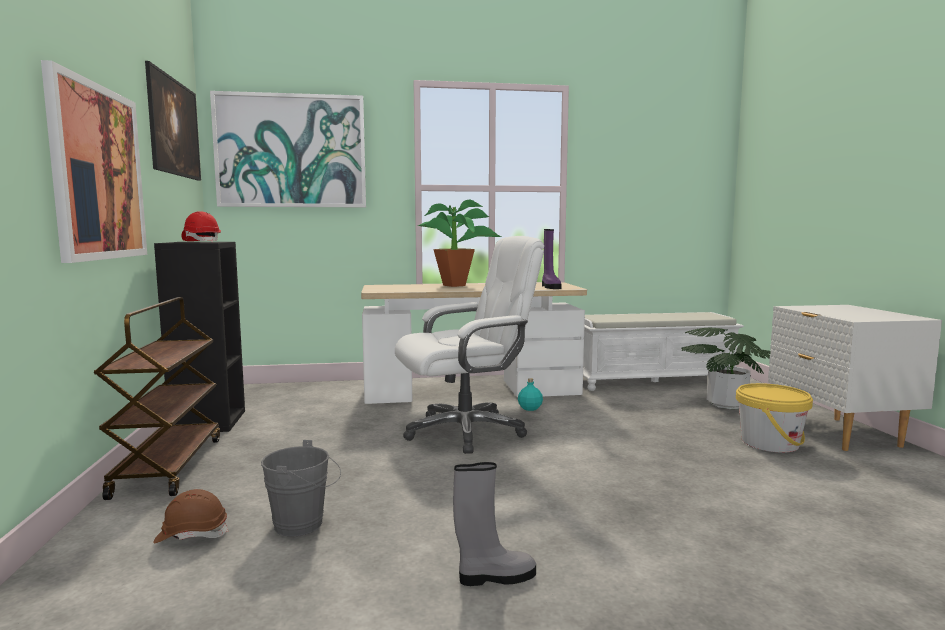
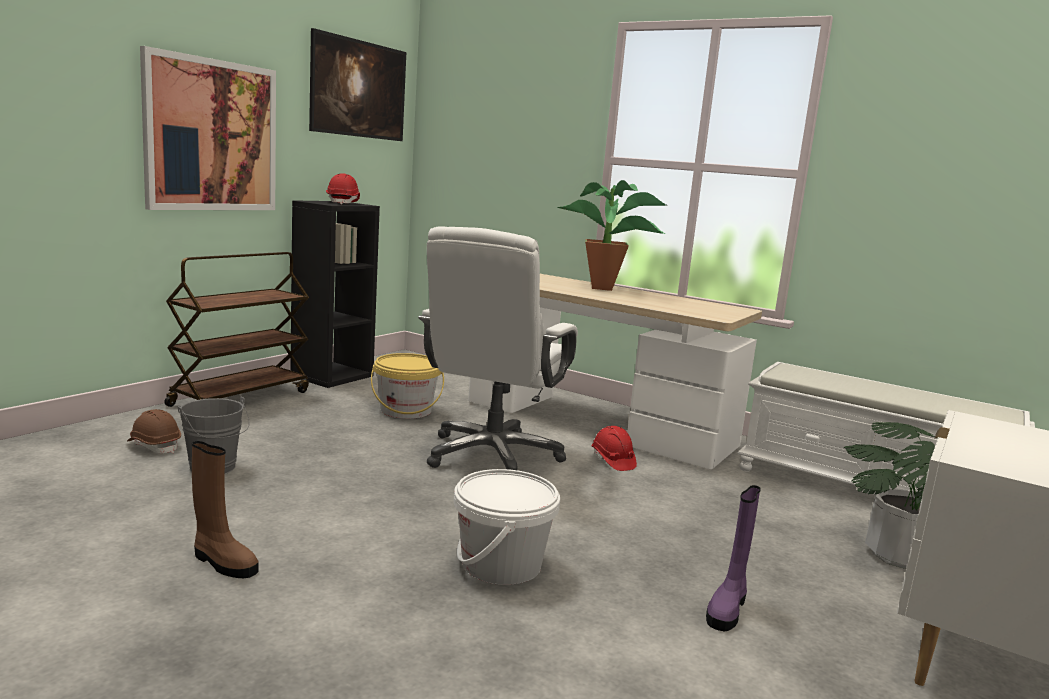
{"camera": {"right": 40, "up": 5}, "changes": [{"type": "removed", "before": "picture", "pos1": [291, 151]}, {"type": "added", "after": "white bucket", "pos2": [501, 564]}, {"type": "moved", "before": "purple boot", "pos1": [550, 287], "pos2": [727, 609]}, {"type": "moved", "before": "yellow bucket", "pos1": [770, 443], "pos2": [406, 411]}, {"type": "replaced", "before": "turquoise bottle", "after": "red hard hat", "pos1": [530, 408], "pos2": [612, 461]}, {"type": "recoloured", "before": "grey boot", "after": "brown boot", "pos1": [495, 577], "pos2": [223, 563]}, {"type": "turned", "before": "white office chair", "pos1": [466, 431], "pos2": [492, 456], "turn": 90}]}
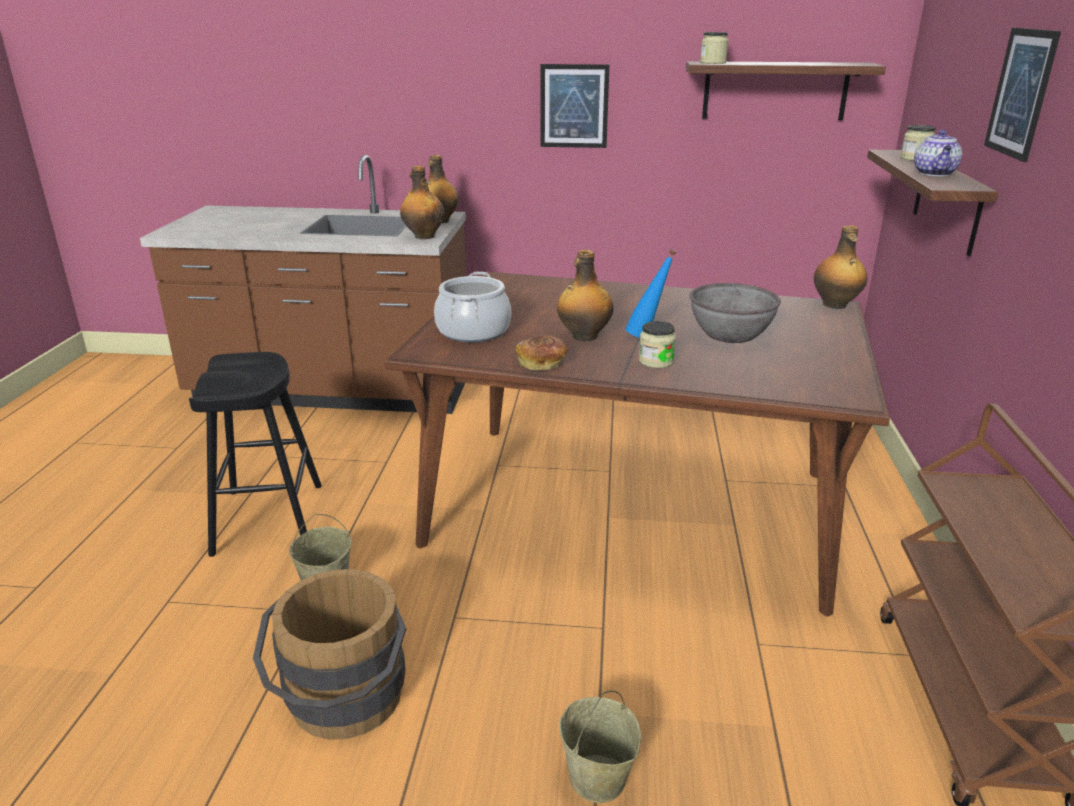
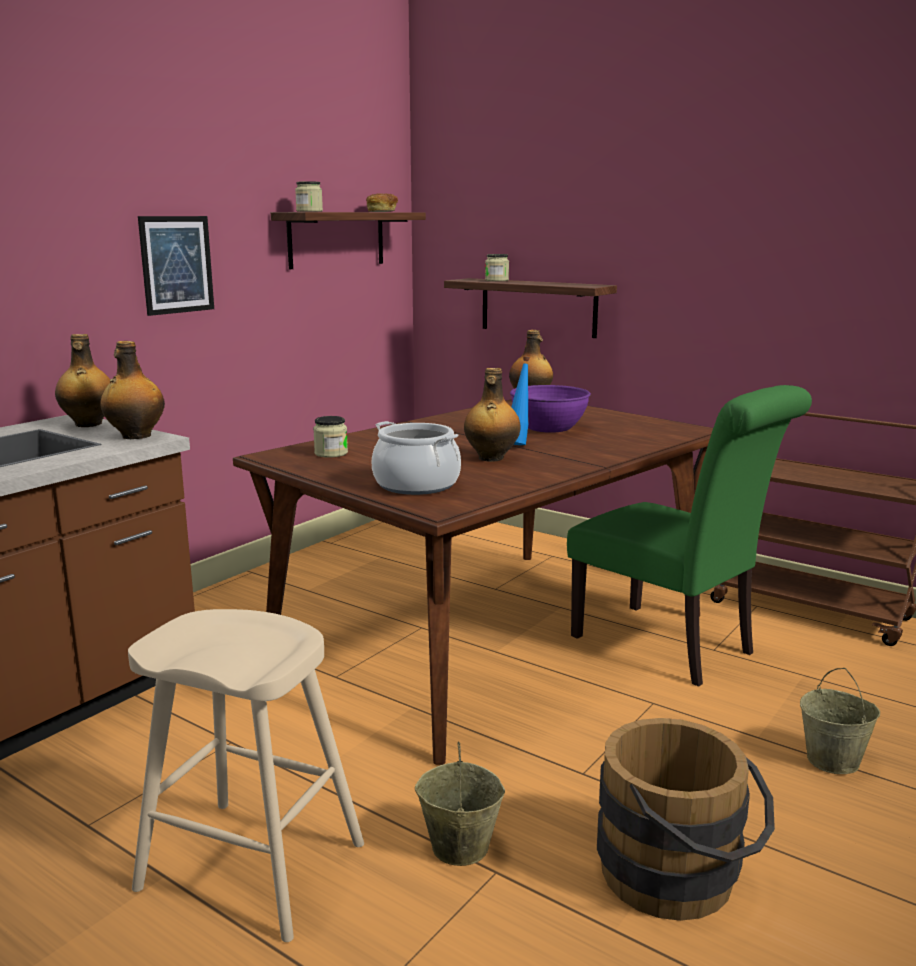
{"camera": {"right": -60, "up": -10}, "changes": [{"type": "removed", "before": "teapot", "pos1": [935, 174]}, {"type": "removed", "before": "picture", "pos1": [1020, 93]}, {"type": "added", "after": "green chair", "pos2": [671, 647]}, {"type": "moved", "before": "bread", "pos1": [542, 364], "pos2": [382, 212]}, {"type": "moved", "before": "jar", "pos1": [656, 361], "pos2": [331, 453]}, {"type": "recoloured", "before": "black stool", "after": "beige stool", "pos1": [268, 518], "pos2": [251, 866]}, {"type": "recoloured", "before": "grey bowl", "after": "purple bowl", "pos1": [730, 334], "pos2": [548, 427]}]}
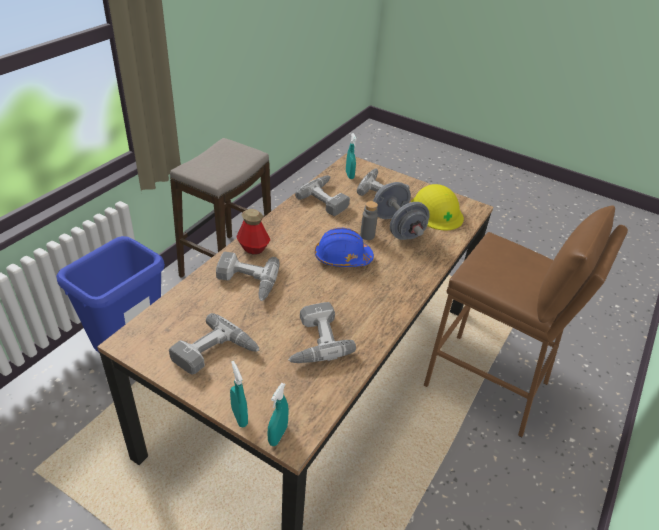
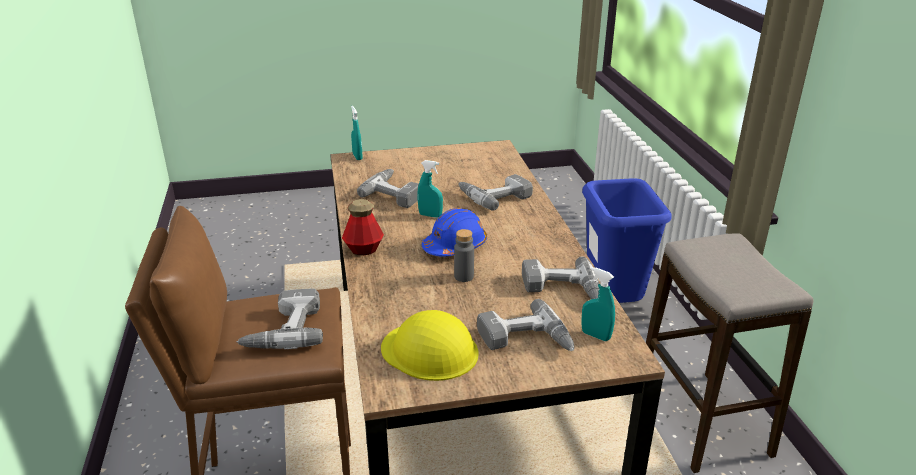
{"camera": {"right": 140, "up": -10}, "changes": [{"type": "removed", "before": "grey dumbbell", "pos1": [397, 227]}, {"type": "moved", "before": "power drill", "pos1": [215, 354], "pos2": [284, 329]}, {"type": "moved", "before": "turquoise spray bottle", "pos1": [239, 417], "pos2": [430, 215]}, {"type": "moved", "before": "bottle", "pos1": [253, 248], "pos2": [363, 249]}]}
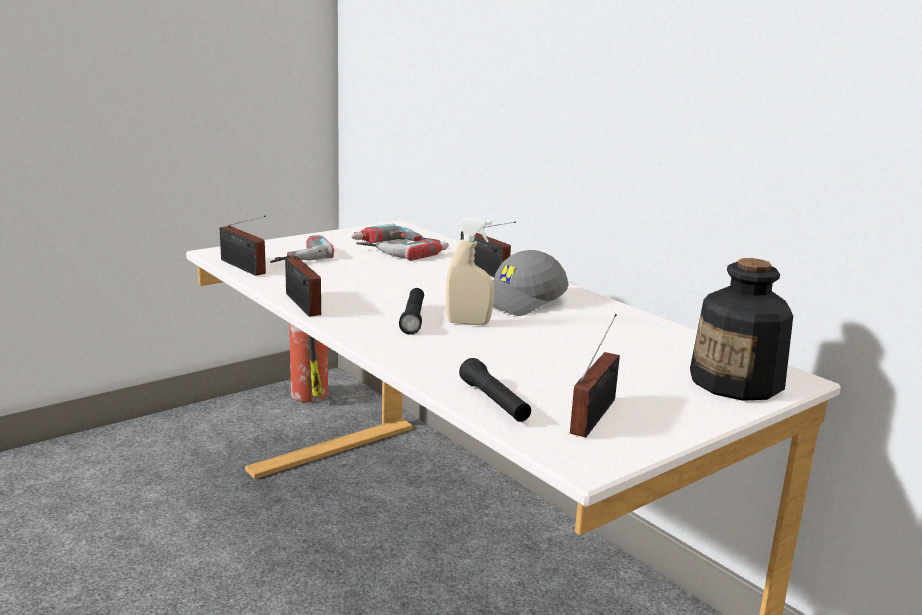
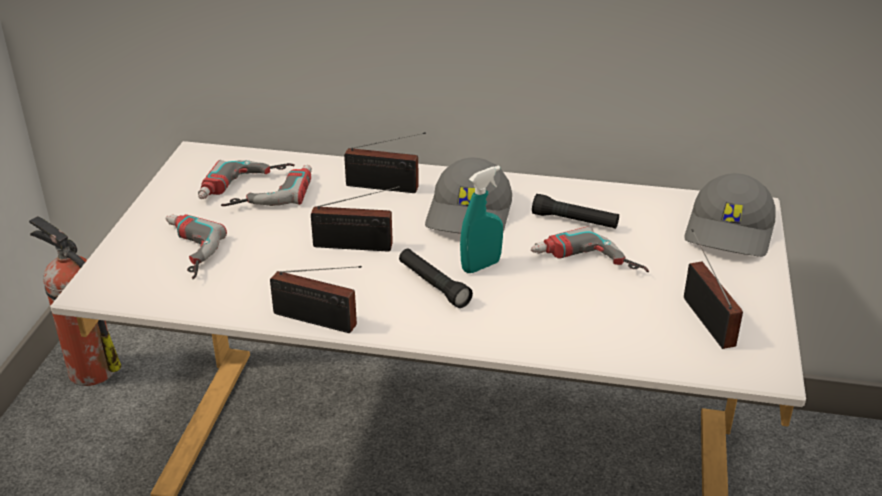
{"camera": {"right": -40, "up": 15}, "changes": [{"type": "added", "after": "power drill", "pos2": [586, 265]}, {"type": "moved", "before": "radio", "pos1": [244, 268], "pos2": [357, 246]}, {"type": "moved", "before": "black flashlight", "pos1": [494, 402], "pos2": [574, 221]}, {"type": "replaced", "before": "bottle", "after": "grey cap", "pos1": [737, 382], "pos2": [731, 232]}, {"type": "recoloured", "before": "beige spray bottle", "after": "turquoise spray bottle", "pos1": [468, 323], "pos2": [481, 266]}]}
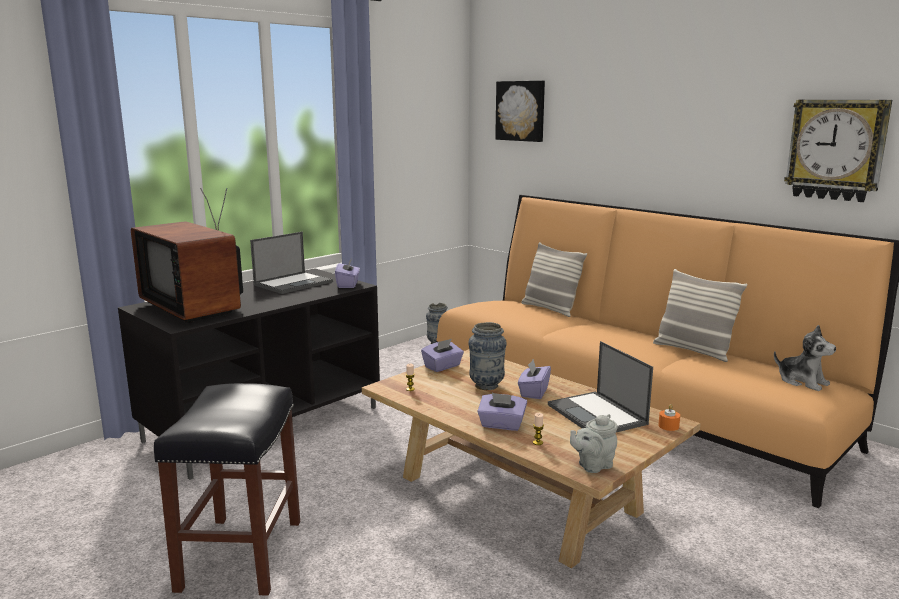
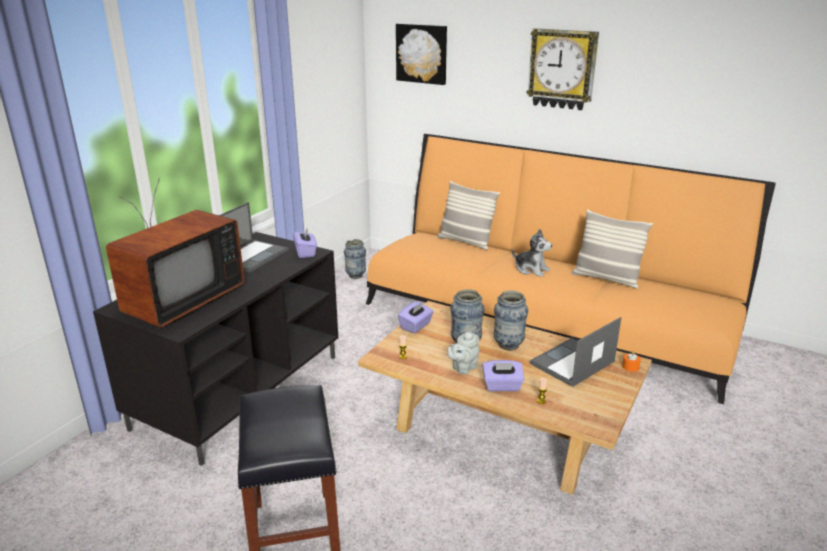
{"camera": {"right": -15, "up": 10}, "changes": [{"type": "moved", "before": "grey teapot", "pos1": [593, 466], "pos2": [463, 368]}, {"type": "moved", "before": "plush toy", "pos1": [802, 382], "pos2": [531, 269]}, {"type": "moved", "before": "wall clock", "pos1": [836, 150], "pos2": [562, 69]}, {"type": "replaced", "before": "purple tissue box", "after": "vase", "pos1": [533, 392], "pos2": [508, 345]}, {"type": "turned", "before": "television", "pos1": [197, 308], "pos2": [179, 302], "turn": -90}, {"type": "turned", "before": "laptop", "pos1": [598, 415], "pos2": [571, 363], "turn": 90}]}
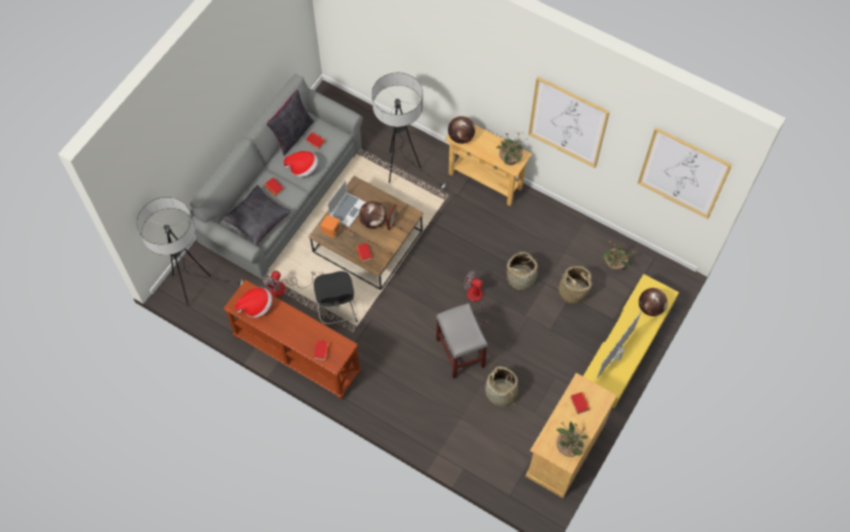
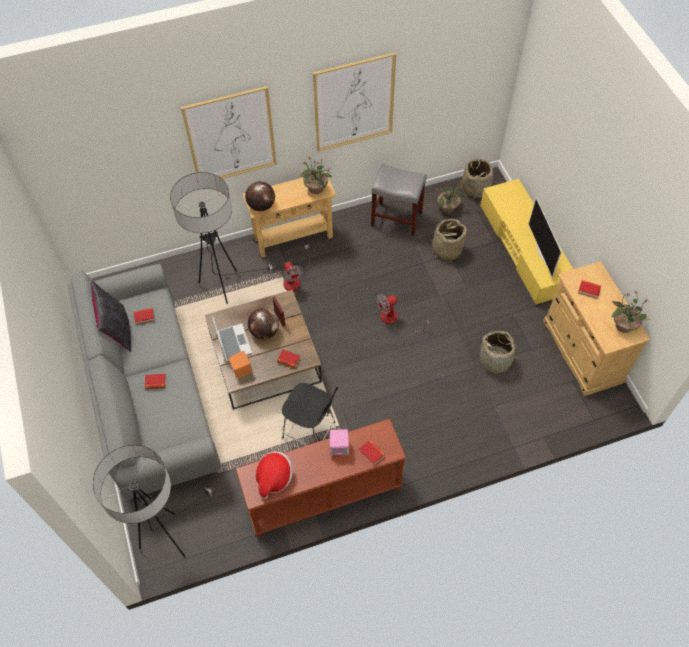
{"camera": {"right": -50, "up": -5}, "changes": [{"type": "removed", "before": "black pillow", "pos1": [257, 219]}, {"type": "removed", "before": "hat", "pos1": [303, 168]}, {"type": "removed", "before": "globe", "pos1": [650, 307]}, {"type": "added", "after": "pink speaker", "pos2": [339, 447]}, {"type": "moved", "before": "fan", "pos1": [284, 288], "pos2": [294, 279]}, {"type": "moved", "before": "grey stool", "pos1": [460, 353], "pos2": [397, 218]}, {"type": "moved", "before": "basket", "pos1": [521, 278], "pos2": [475, 188]}, {"type": "moved", "before": "picture", "pos1": [683, 173], "pos2": [231, 136]}]}
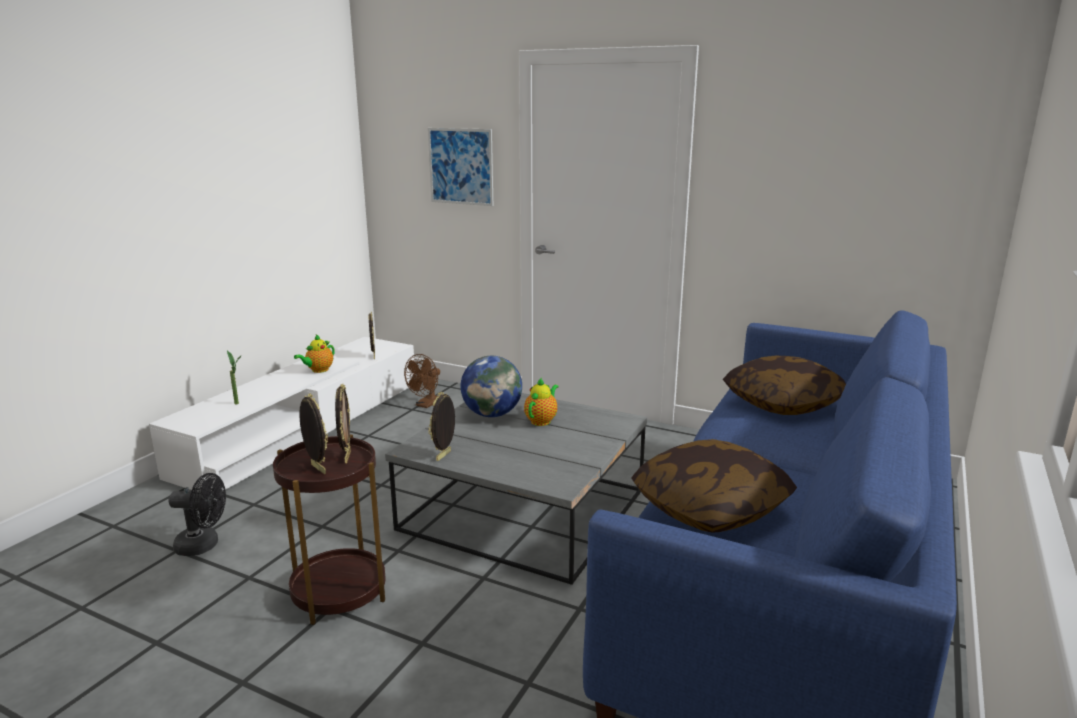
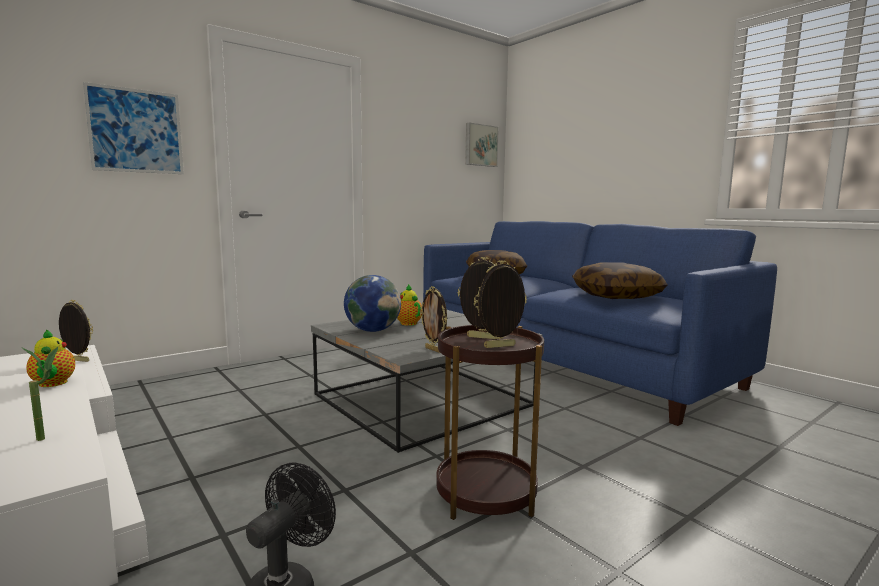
{"camera": {"right": -65, "up": -10}, "changes": [{"type": "removed", "before": "brown fan", "pos1": [426, 404]}, {"type": "added", "after": "picture", "pos2": [480, 145]}]}
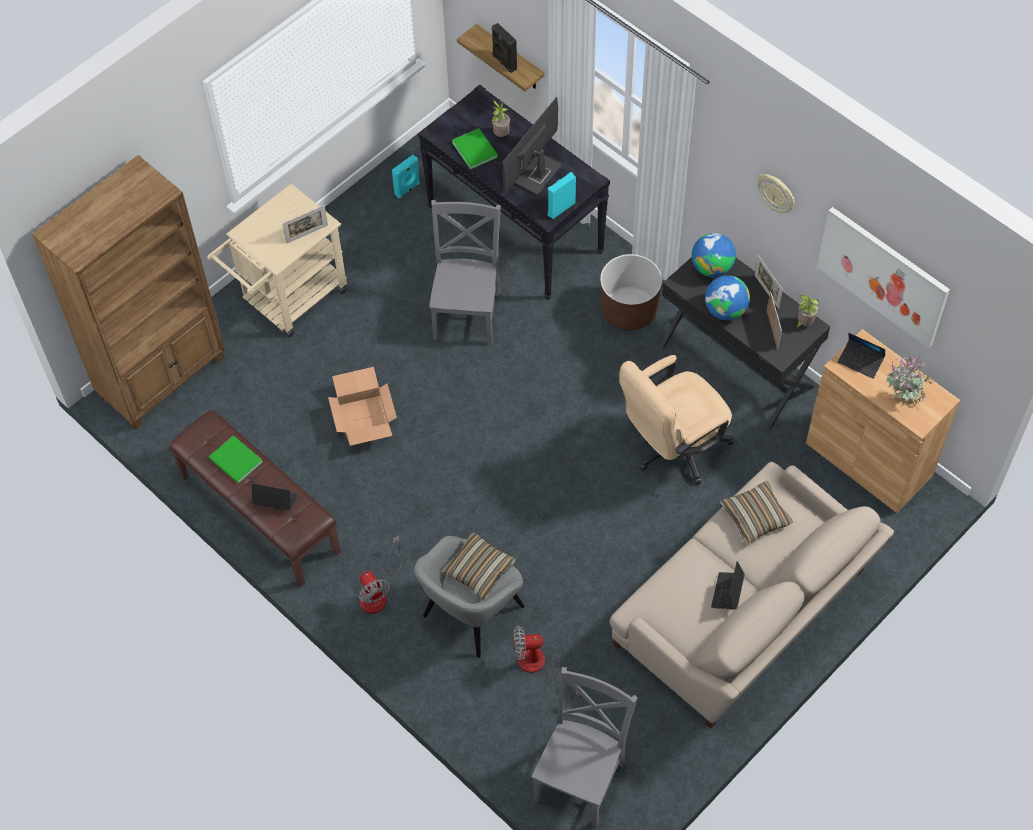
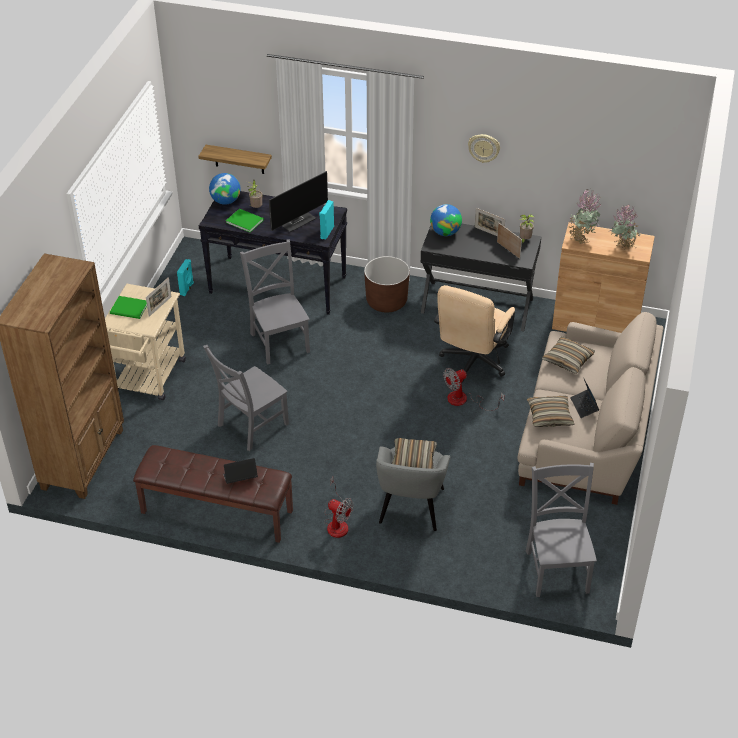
{"camera": {"right": -30, "up": -15}, "changes": [{"type": "removed", "before": "black speaker", "pos1": [504, 62]}, {"type": "removed", "before": "picture", "pos1": [882, 276]}, {"type": "added", "after": "pillow", "pos2": [549, 416]}, {"type": "moved", "before": "green book", "pos1": [236, 462], "pos2": [130, 309]}, {"type": "moved", "before": "fan", "pos1": [538, 667], "pos2": [464, 400]}, {"type": "moved", "before": "globe", "pos1": [725, 310], "pos2": [225, 201]}, {"type": "replaced", "before": "cardboard box", "after": "grey chair", "pos1": [363, 417], "pos2": [250, 426]}, {"type": "replaced", "before": "laptop", "after": "potted plant", "pos1": [860, 361], "pos2": [581, 238]}, {"type": "turned", "before": "monitor", "pos1": [537, 175], "pos2": [297, 220], "turn": -135}]}
